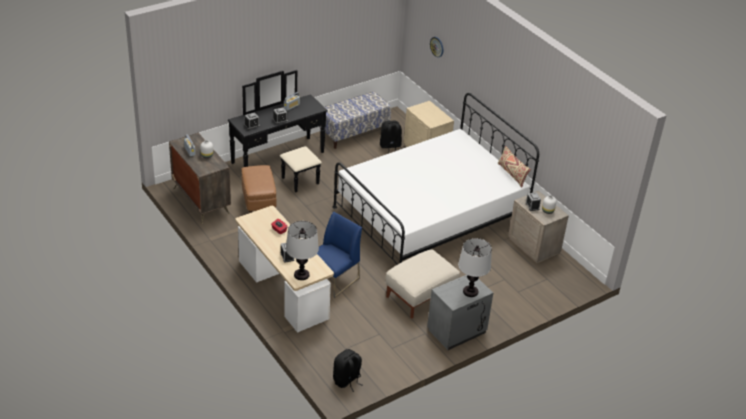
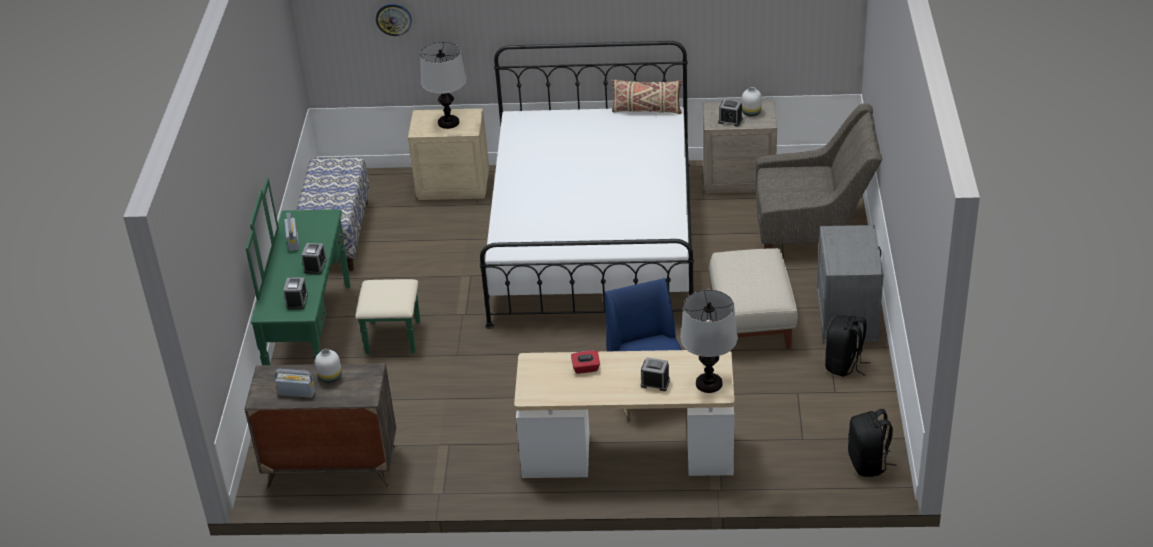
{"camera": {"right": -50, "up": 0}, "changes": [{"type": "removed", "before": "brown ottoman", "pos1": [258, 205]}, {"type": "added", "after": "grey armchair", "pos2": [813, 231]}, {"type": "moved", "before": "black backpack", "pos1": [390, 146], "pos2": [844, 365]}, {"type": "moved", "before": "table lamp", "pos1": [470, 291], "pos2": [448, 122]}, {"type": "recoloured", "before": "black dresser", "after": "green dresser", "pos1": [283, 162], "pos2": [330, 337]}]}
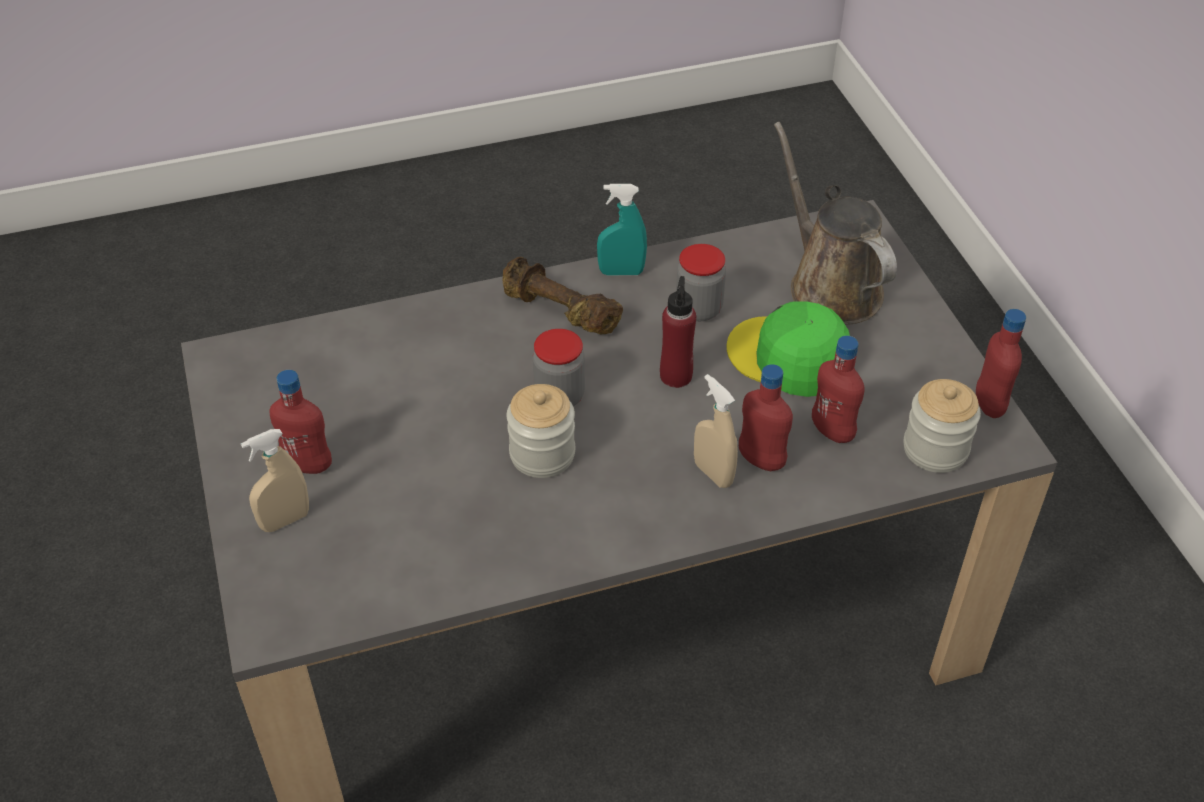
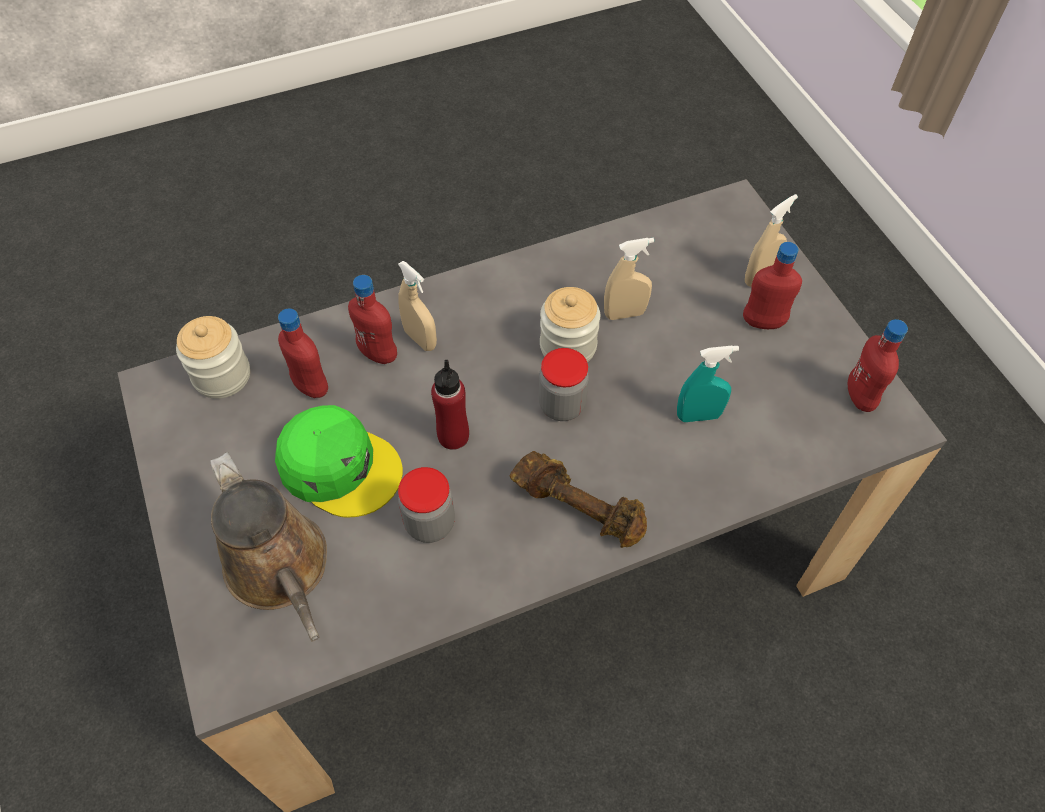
{"camera": {"right": 175, "up": 10}, "changes": [{"type": "added", "after": "beige spray bottle", "pos2": [624, 314]}, {"type": "moved", "before": "turquoise spray bottle", "pos1": [621, 272], "pos2": [698, 416]}, {"type": "moved", "before": "red bottle", "pos1": [989, 405], "pos2": [860, 397]}]}
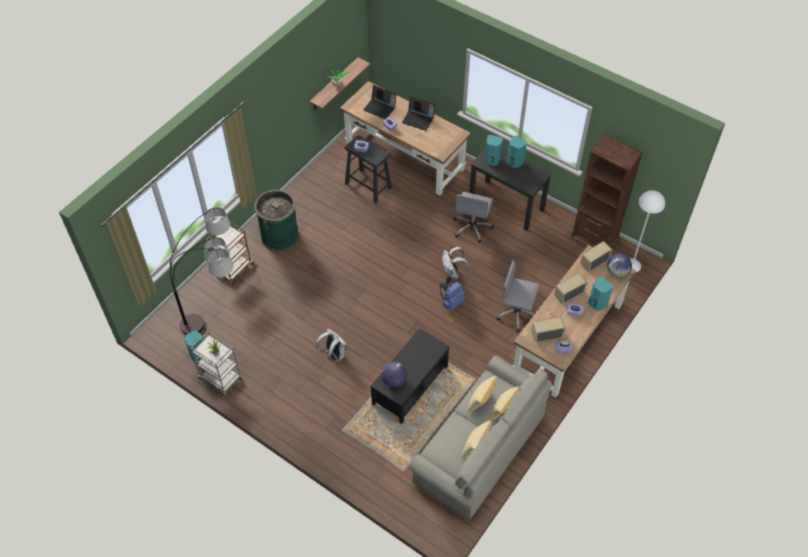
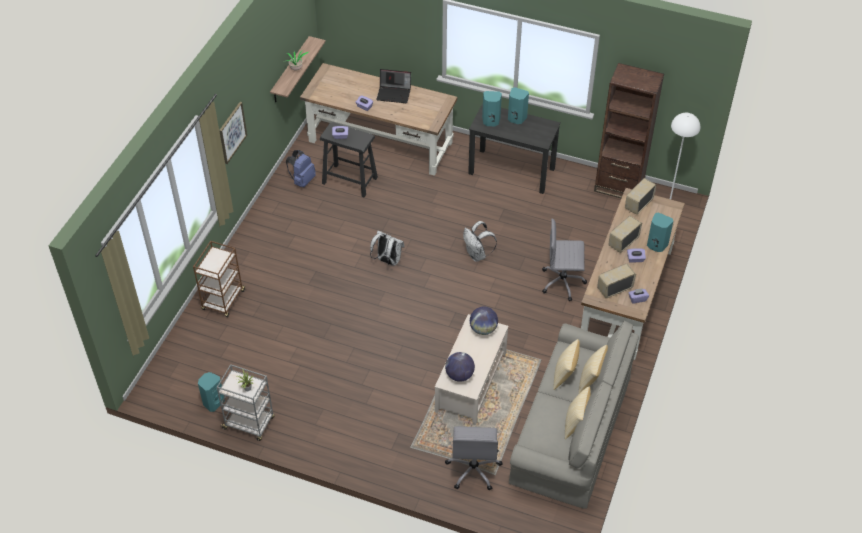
{"camera": {"right": -15, "up": -5}, "changes": [{"type": "removed", "before": "floor lamp", "pos1": [222, 321]}, {"type": "removed", "before": "green trash can", "pos1": [280, 236]}, {"type": "removed", "before": "laptop", "pos1": [380, 108]}, {"type": "added", "after": "picture", "pos2": [232, 132]}, {"type": "moved", "before": "white backpack", "pos1": [334, 355], "pos2": [387, 261]}, {"type": "moved", "before": "blue backpack", "pos1": [451, 302], "pos2": [302, 180]}, {"type": "moved", "before": "grey office chair", "pos1": [472, 227], "pos2": [473, 469]}, {"type": "moved", "before": "globe", "pos1": [617, 272], "pos2": [483, 329]}, {"type": "recoloured", "before": "black coffee table", "after": "beige coffee table", "pos1": [410, 385], "pos2": [471, 382]}]}
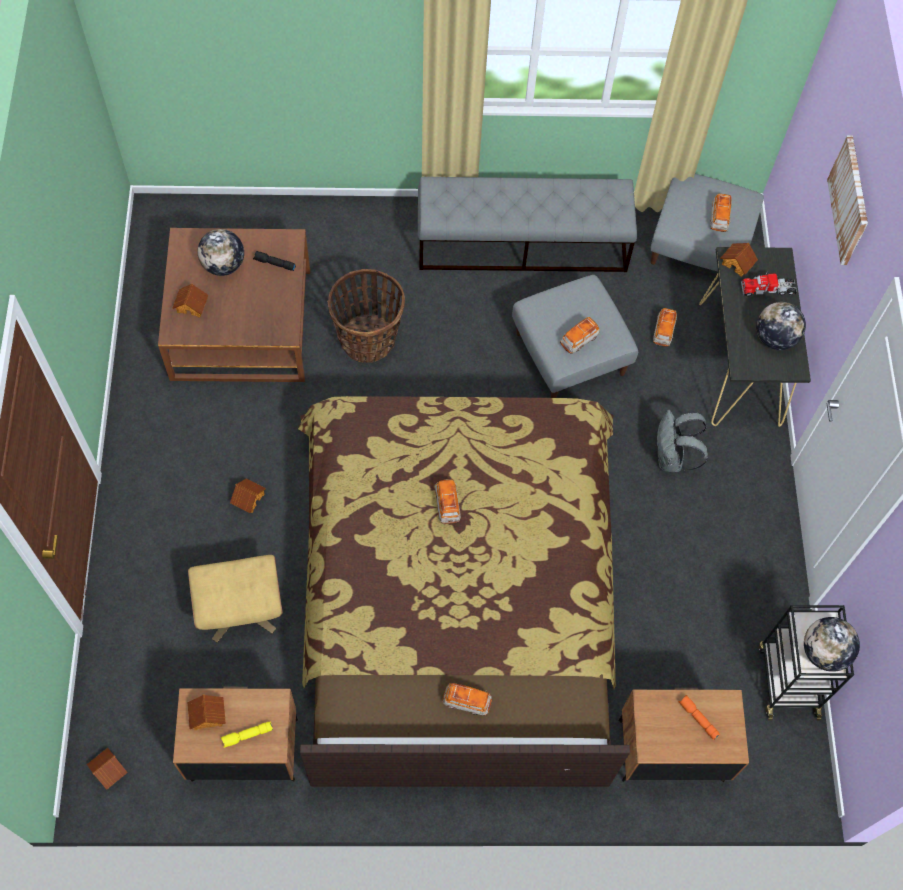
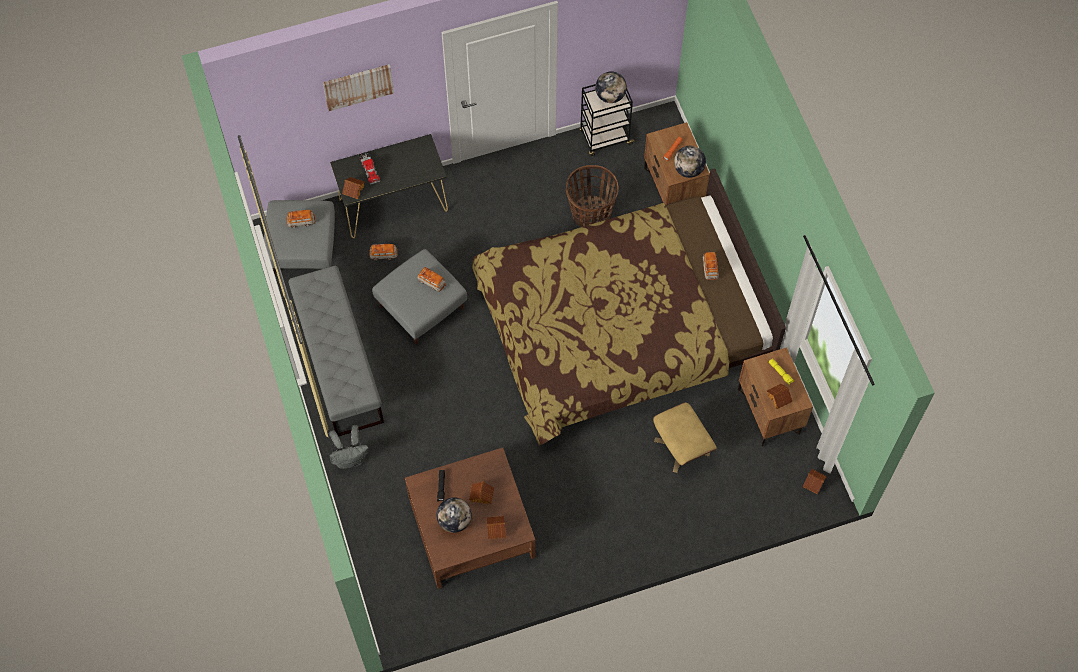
{"camera": {"right": -105, "up": 0}, "changes": [{"type": "removed", "before": "toy car", "pos1": [447, 505]}, {"type": "moved", "before": "toy house", "pos1": [248, 498], "pos2": [481, 496]}, {"type": "moved", "before": "basket", "pos1": [368, 339], "pos2": [590, 213]}, {"type": "moved", "before": "grey backpack", "pos1": [671, 458], "pos2": [350, 458]}, {"type": "moved", "before": "globe", "pos1": [774, 338], "pos2": [688, 170]}]}
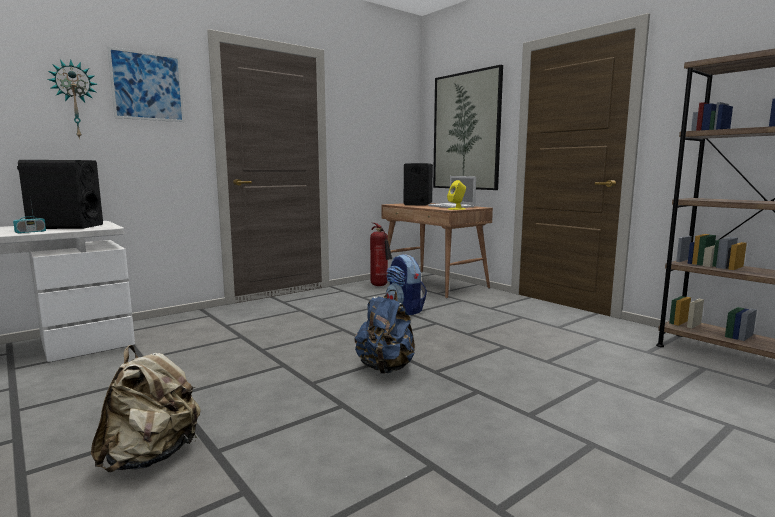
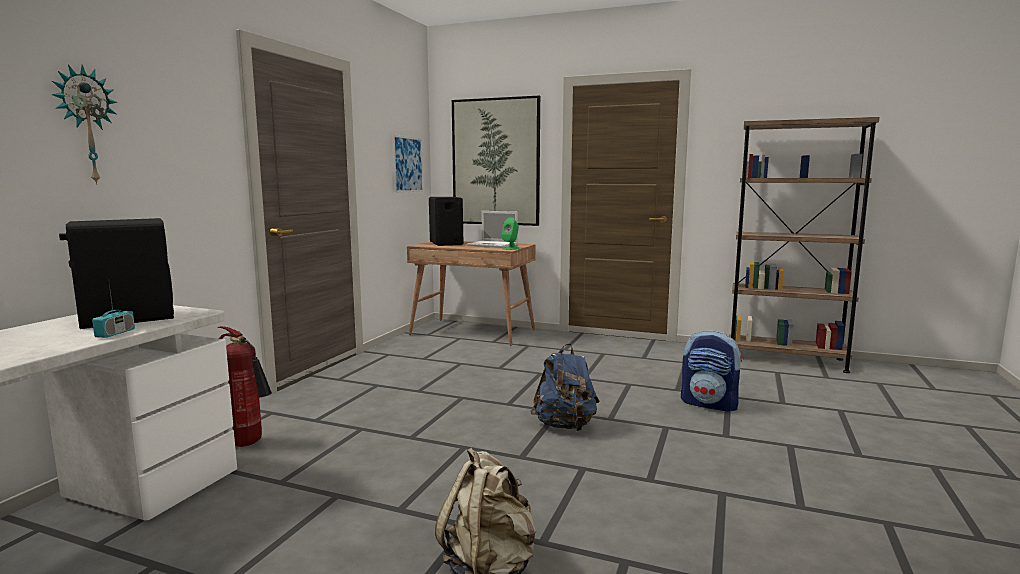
{"camera": {"right": -30, "up": 0}, "changes": [{"type": "moved", "before": "picture", "pos1": [147, 86], "pos2": [408, 164]}, {"type": "moved", "before": "fire extinguisher", "pos1": [380, 286], "pos2": [249, 444]}, {"type": "moved", "before": "backpack", "pos1": [405, 310], "pos2": [710, 404]}, {"type": "recoloured", "before": "yellow speaker", "after": "green speaker", "pos1": [456, 209], "pos2": [511, 248]}]}
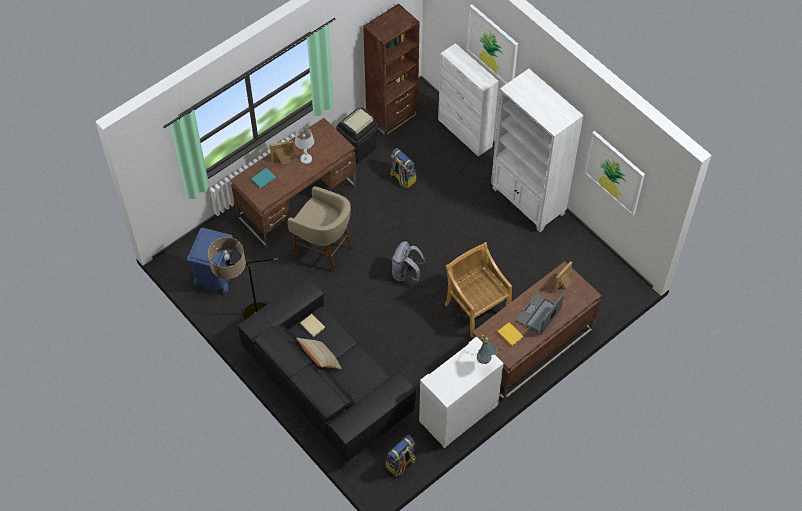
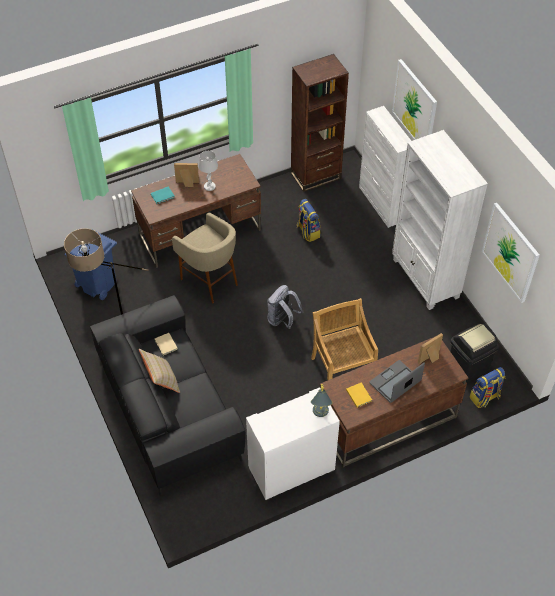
{"camera": {"right": 15, "up": -5}, "changes": [{"type": "moved", "before": "black trash can", "pos1": [358, 149], "pos2": [468, 366]}, {"type": "moved", "before": "backpack", "pos1": [401, 463], "pos2": [485, 397]}]}
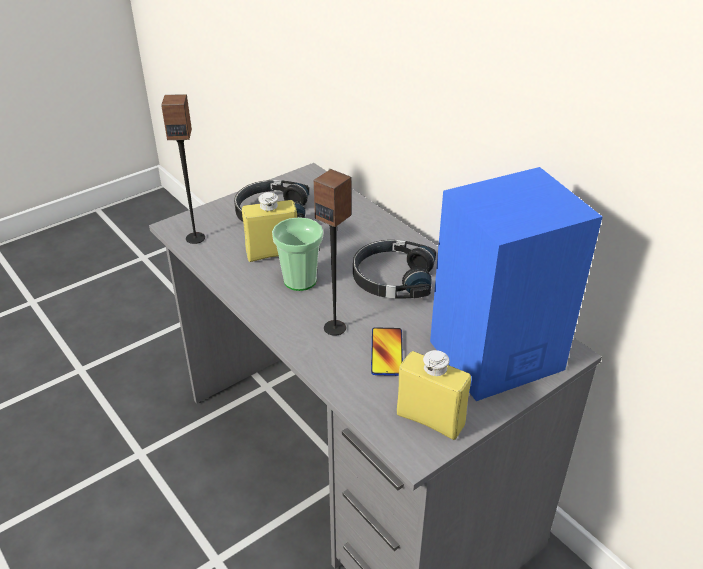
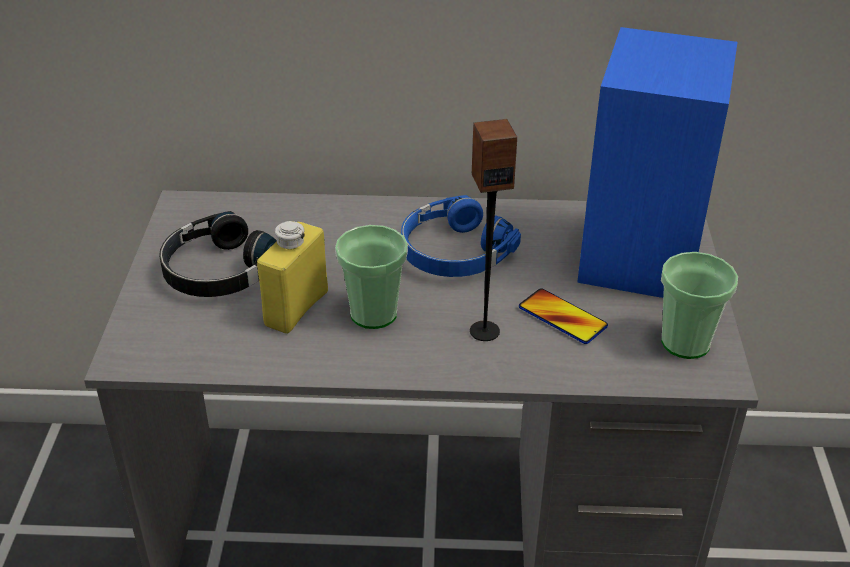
{"camera": {"right": -50, "up": 0}, "changes": [{"type": "removed", "before": "speaker", "pos1": [195, 238]}, {"type": "replaced", "before": "yellow bottle", "after": "cup", "pos1": [430, 419], "pos2": [685, 343]}, {"type": "recoloured", "before": "black headphones", "after": "blue headphones", "pos1": [392, 279], "pos2": [453, 252]}]}
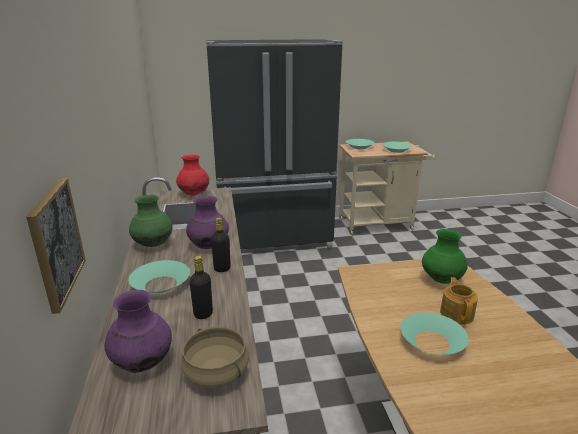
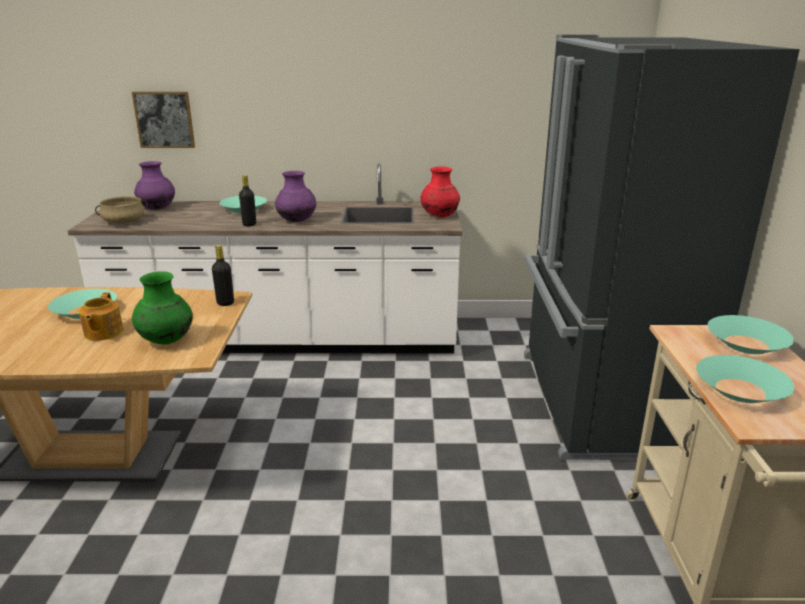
{"camera": {"right": 100, "up": 0}, "changes": [{"type": "removed", "before": "green vase", "pos1": [153, 244]}, {"type": "moved", "before": "black bottle", "pos1": [203, 314], "pos2": [225, 303]}, {"type": "turned", "before": "teapot", "pos1": [457, 314], "pos2": [103, 332], "turn": 75}]}
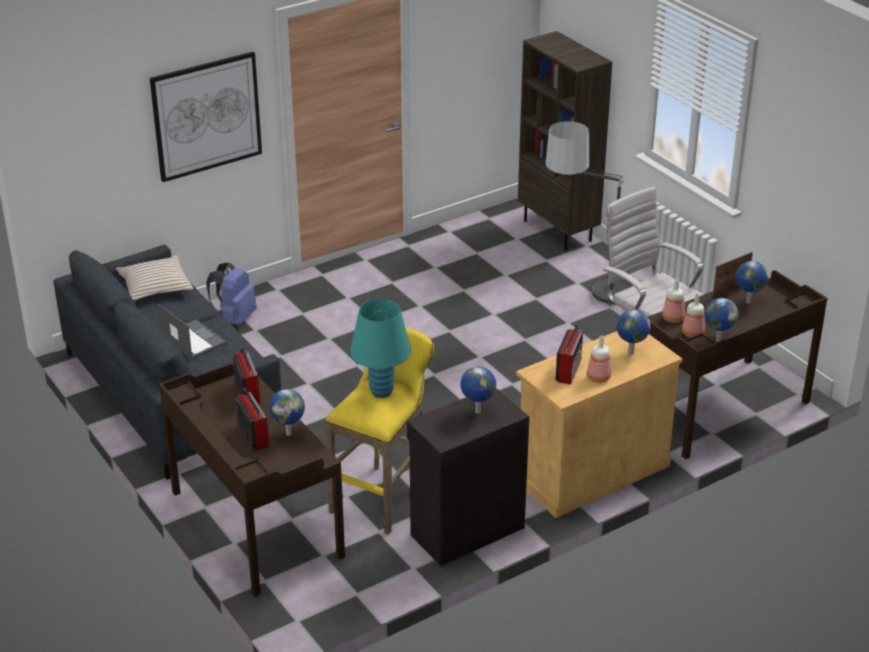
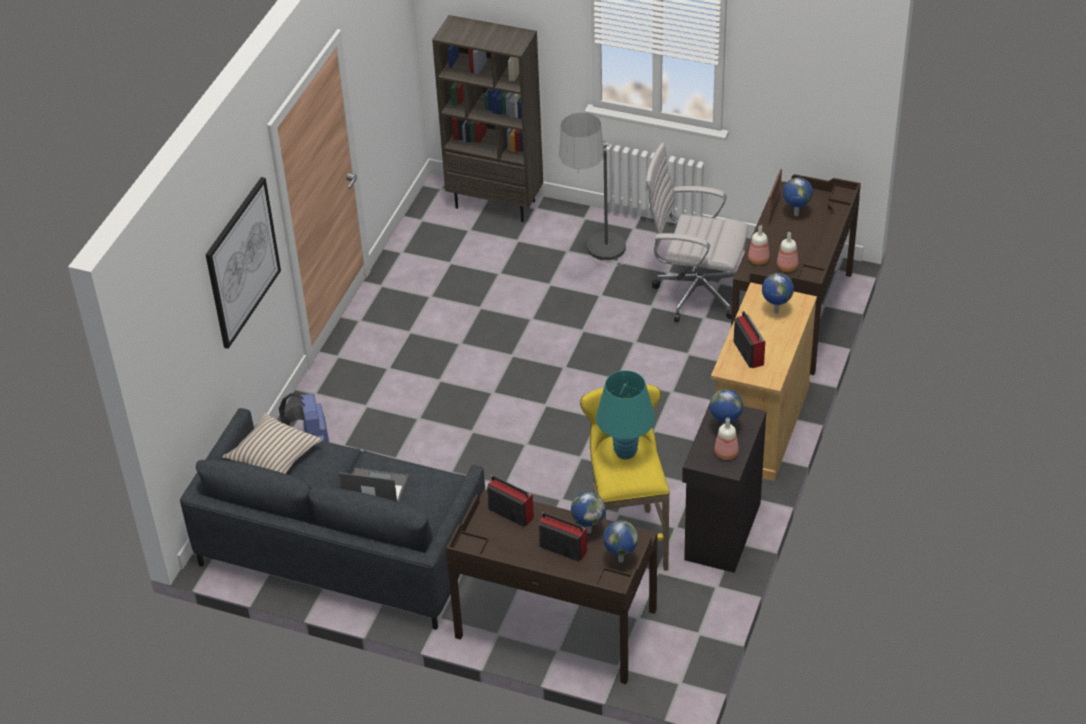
{"camera": {"right": -35, "up": 10}, "changes": [{"type": "moved", "before": "bottle", "pos1": [598, 378], "pos2": [726, 454]}, {"type": "moved", "before": "globe", "pos1": [717, 340], "pos2": [620, 560]}]}
